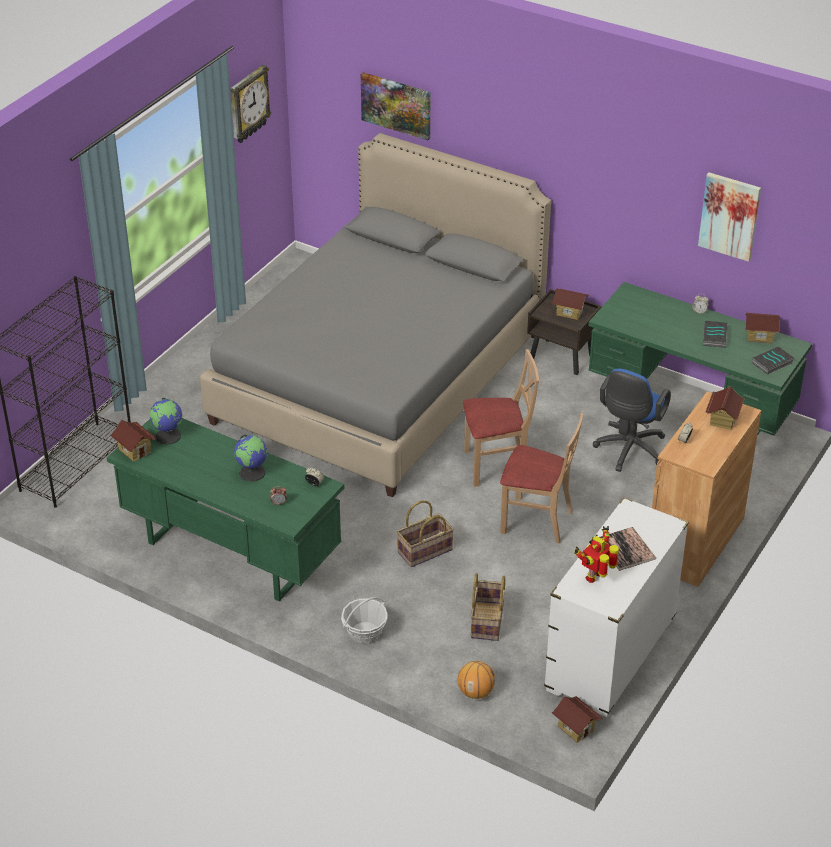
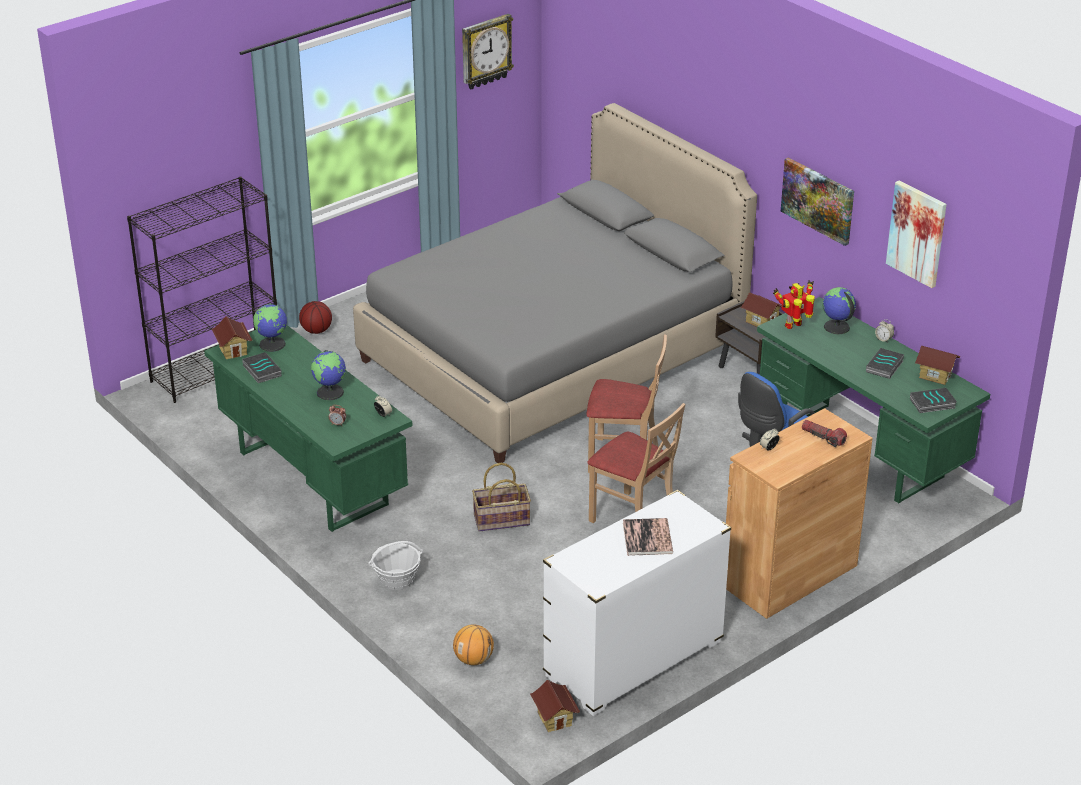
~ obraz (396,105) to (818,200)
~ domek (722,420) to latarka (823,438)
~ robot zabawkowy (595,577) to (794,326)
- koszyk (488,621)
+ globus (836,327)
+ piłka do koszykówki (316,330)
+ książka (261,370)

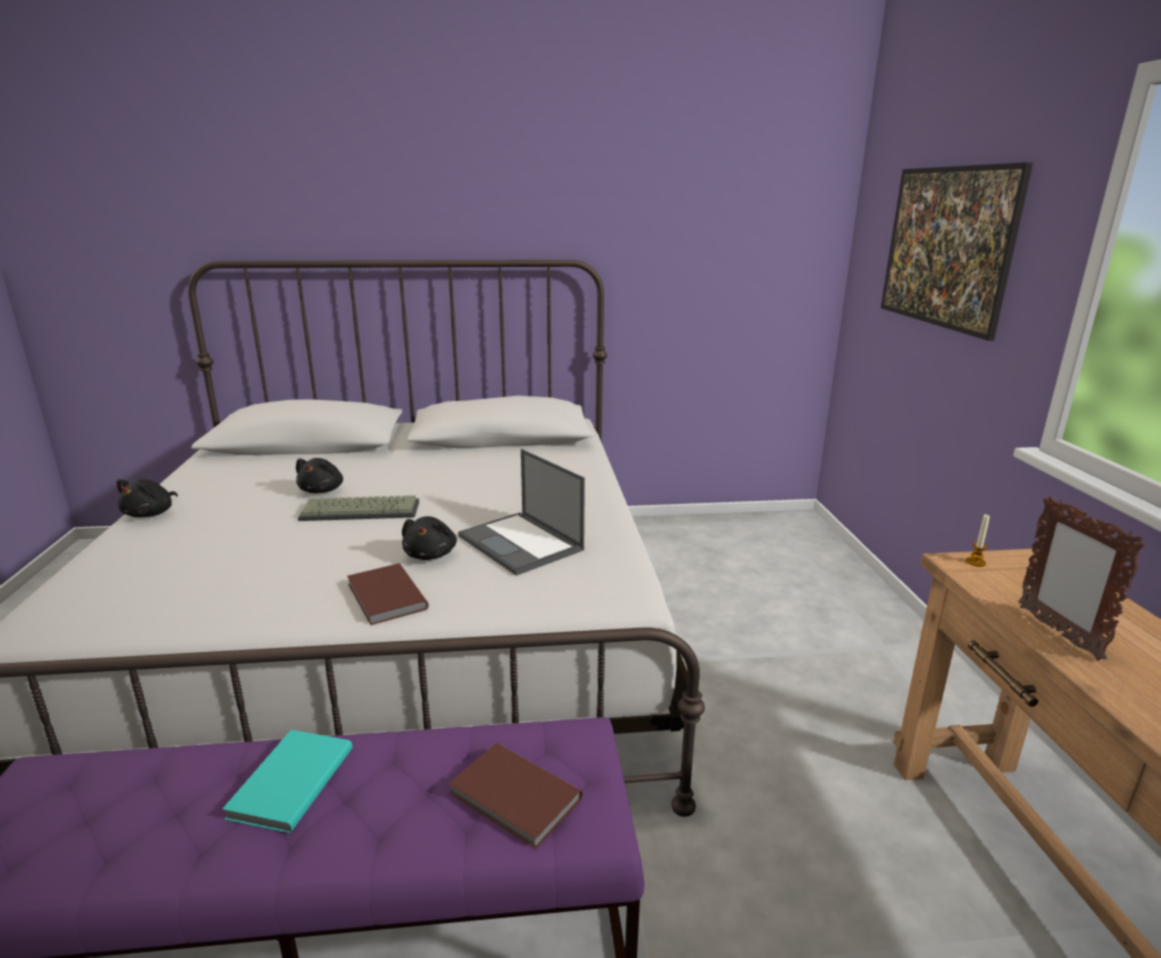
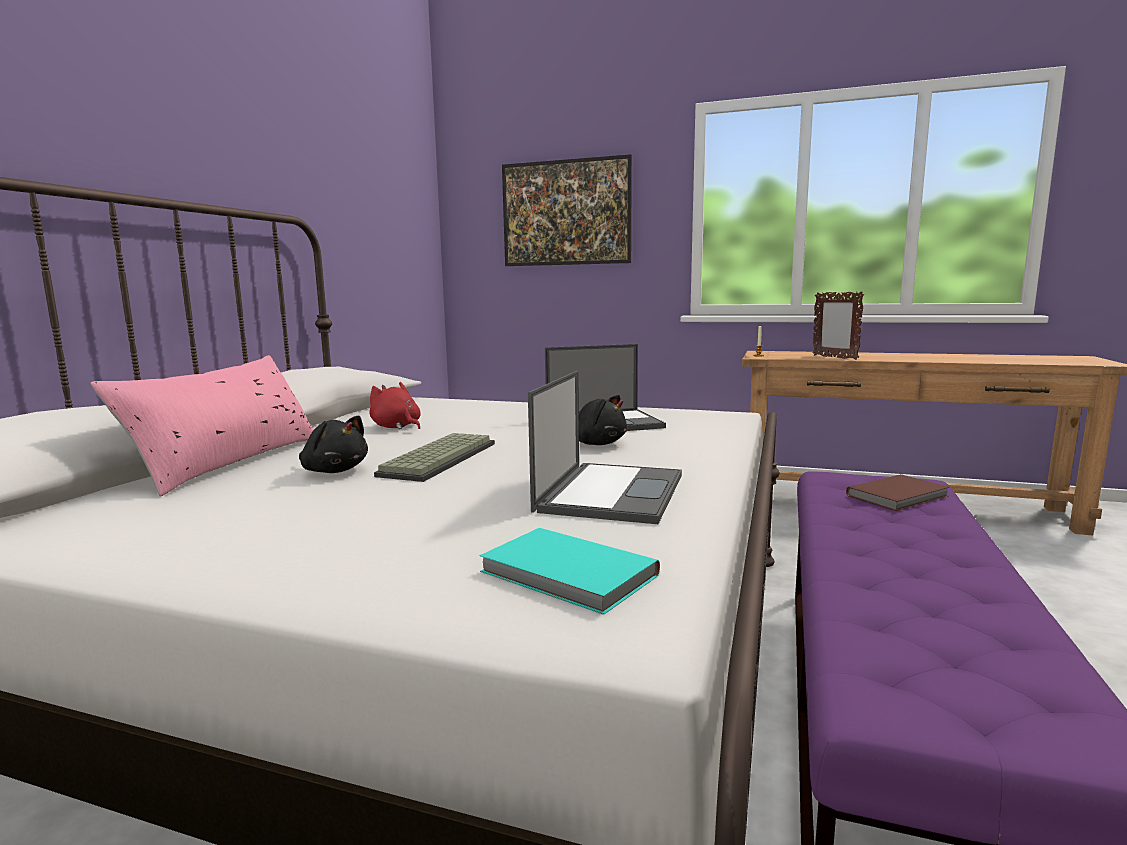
- pluszak/czarny (151,514)
~ ramka na zdjęcie (1057,632) = (834,357) 45 degrees clockwise
- książka/brązowy (385,597)
~ książka/turkusowy (288,783) to (568,575)
+ poduszka/różowy (229,462)
+ laptop (611,492)
+ pluszak/czerwony (397,427)

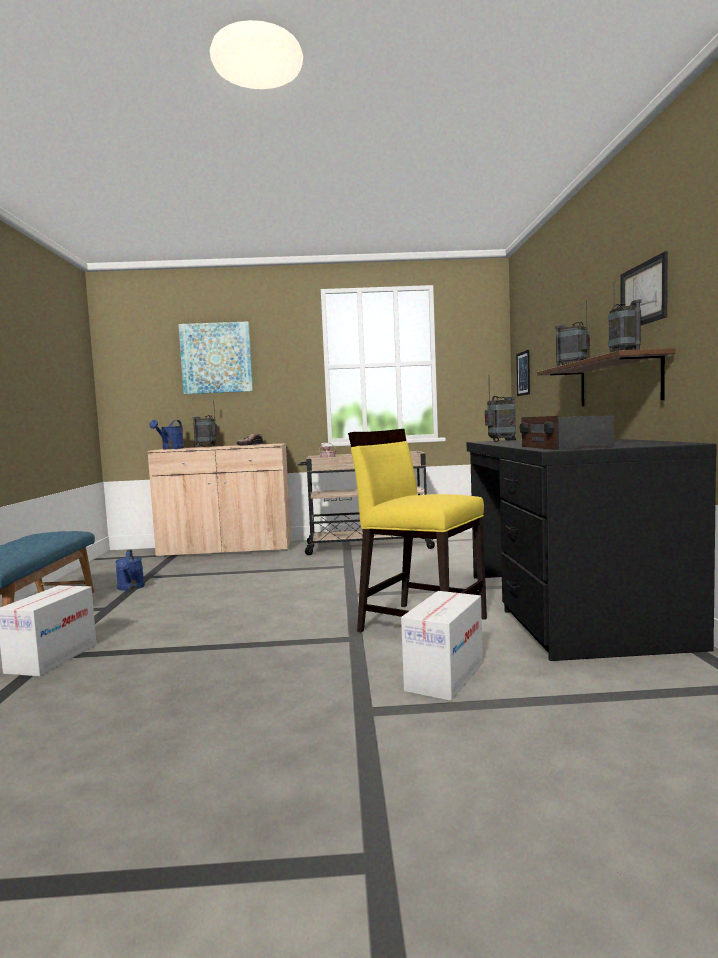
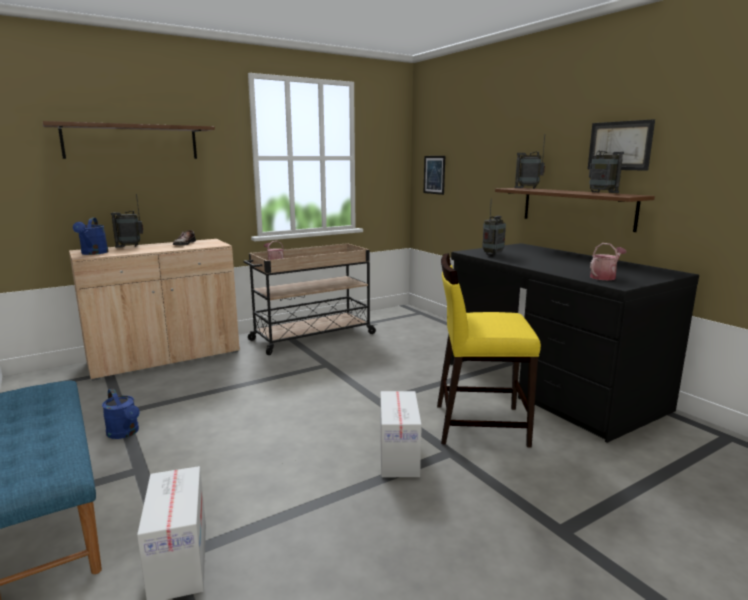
~ obraz (216,358) to półka/brązowy (131,142)
~ radio (564,446) to konewka (604,277)
~ karton (445,677) to (399,456)

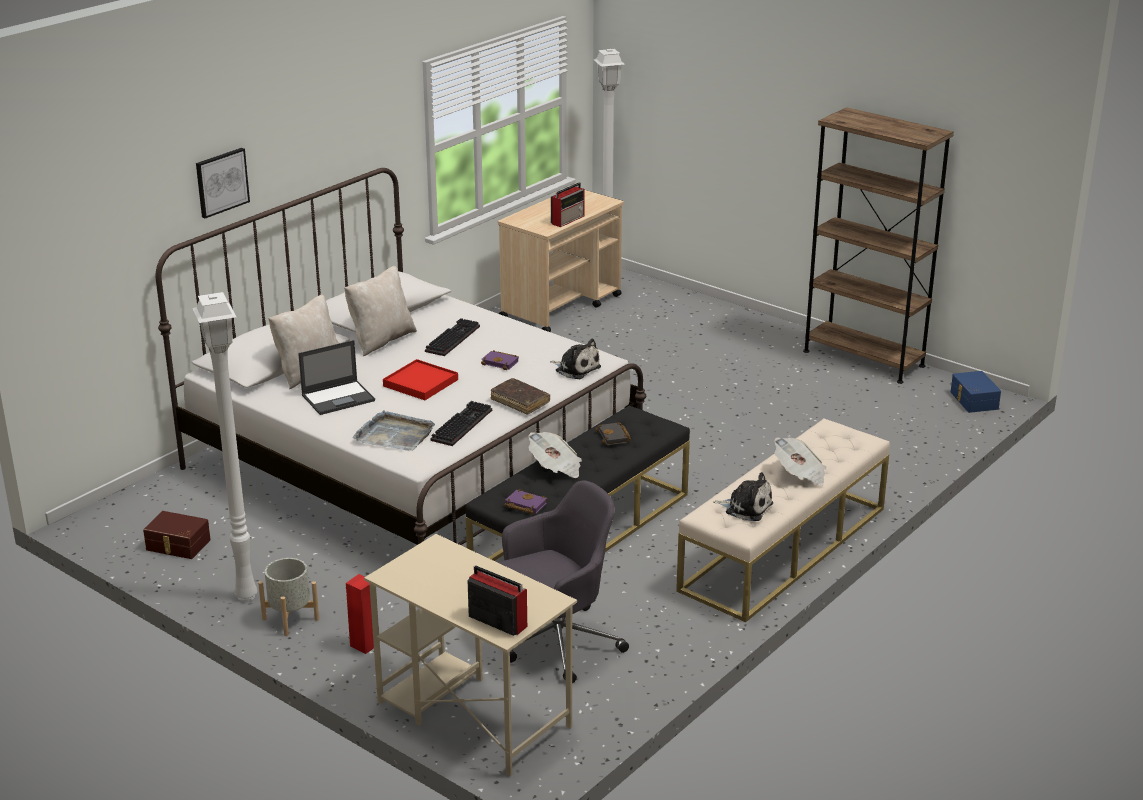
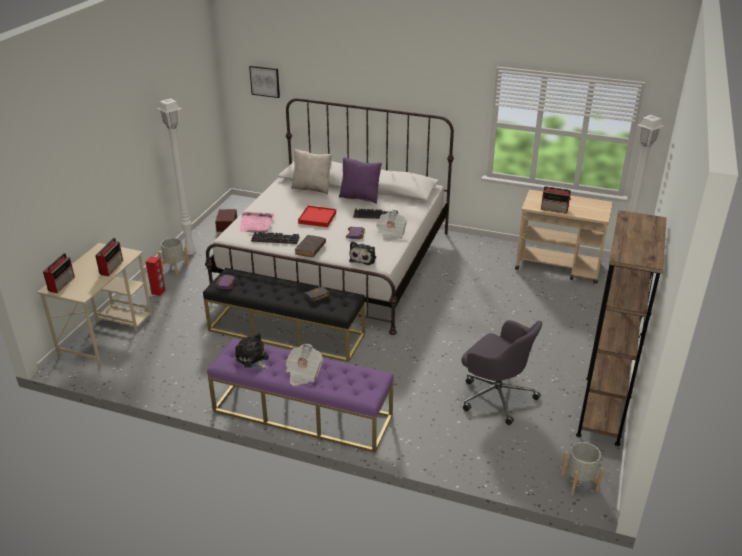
~ obraz (221,182) to (265,81)
~ poduszka/beżowy (381,340) to poduszka/fioletowy (360,197)
- laptop (339,398)
~ pojemnik do przechowywania/niebieski (973,400) to donica/szary (579,482)
~ taca/szary (395,435) to taca/różowy (256,224)
~ ławka/beżowy (784,549) to ławka/fioletowy (302,413)
~ gazeta (556,468) to (391,234)
~ pluszak (746,507) = (253,359) 135 degrees clockwise
~ krzesło biurowe/szary (555,643) to (496,395)
+ radio (112,267)

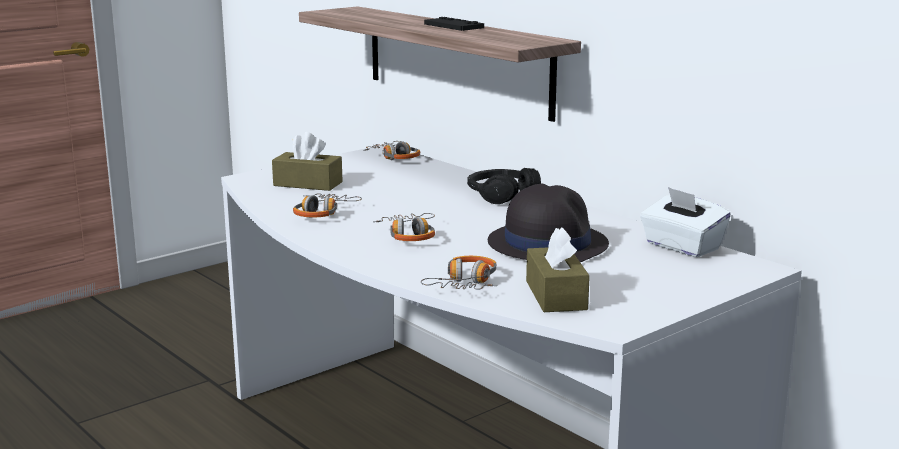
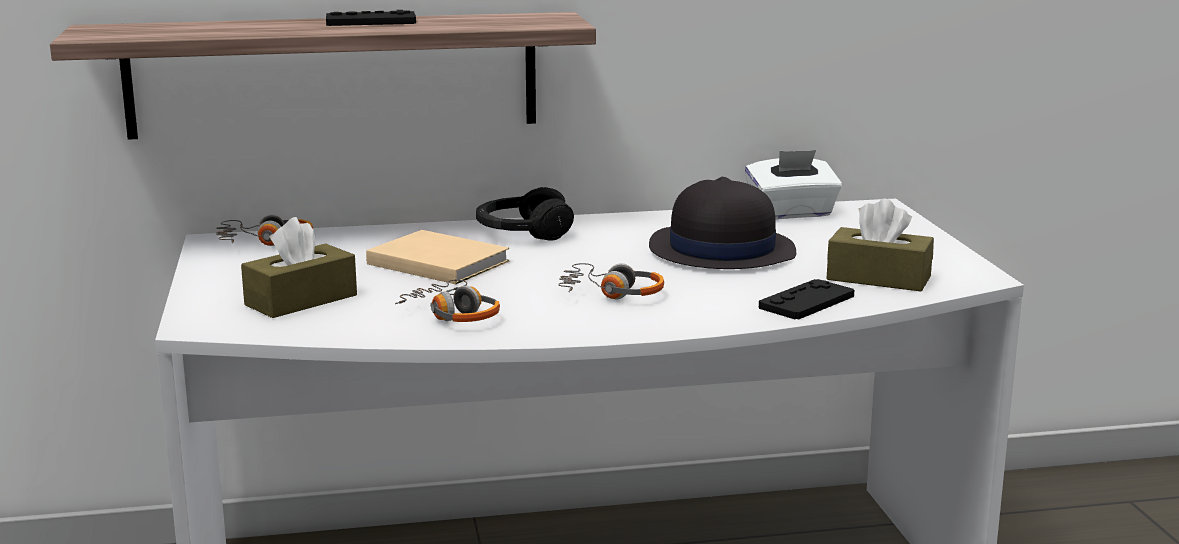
~ słuchawki (465,284) to pad do gier/czarny (806,302)
+ książka/beżowy (436,262)

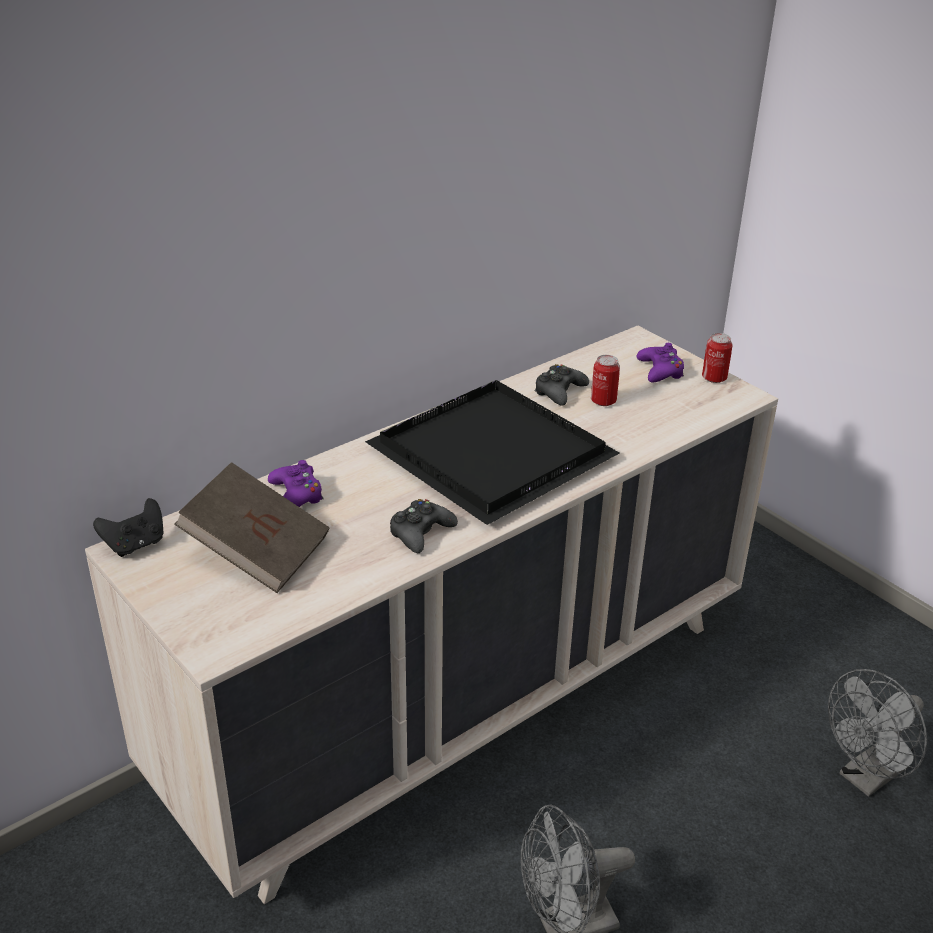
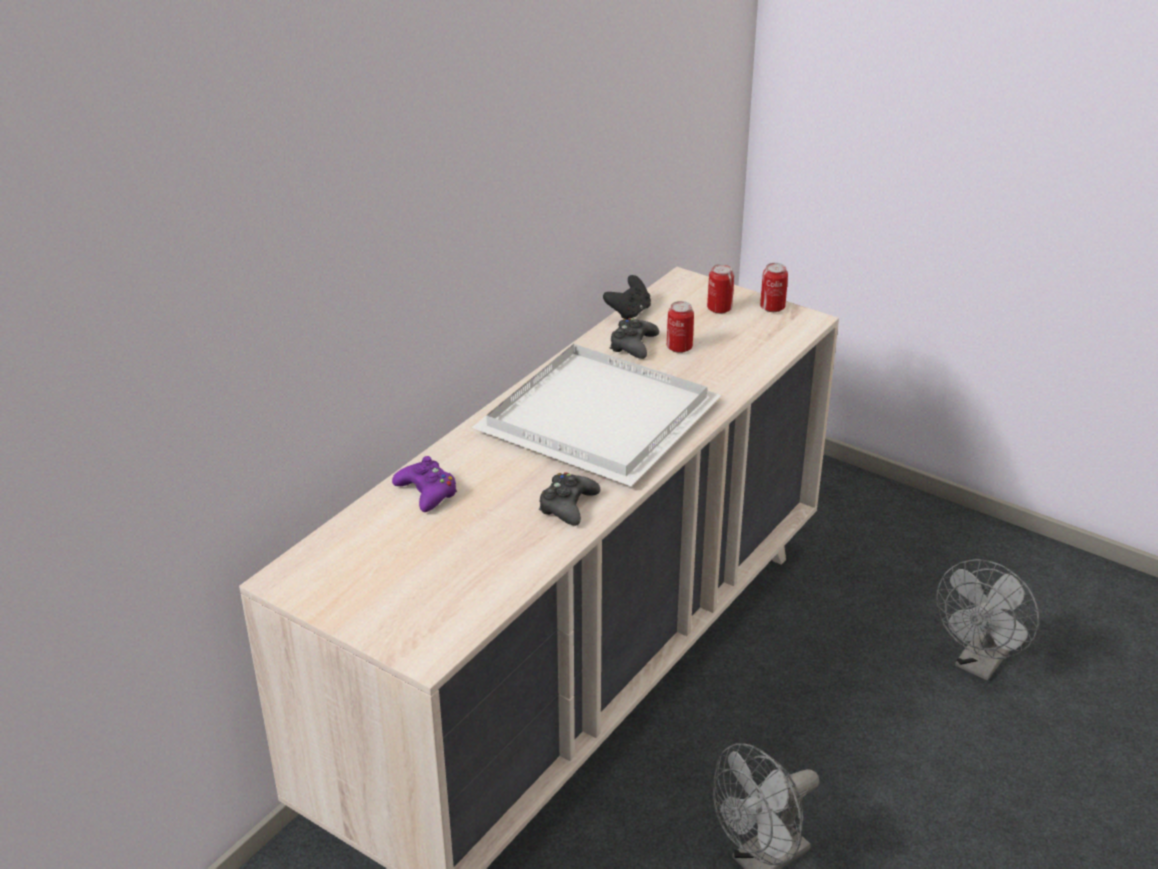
~ pad do gier/fioletowy (660,371) to puszka (719,309)
~ taca/czarny (491,457) to taca/biały (599,421)
- książka/brązowy (257,551)
~ pad do gier/czarny (135,545) to (629,313)

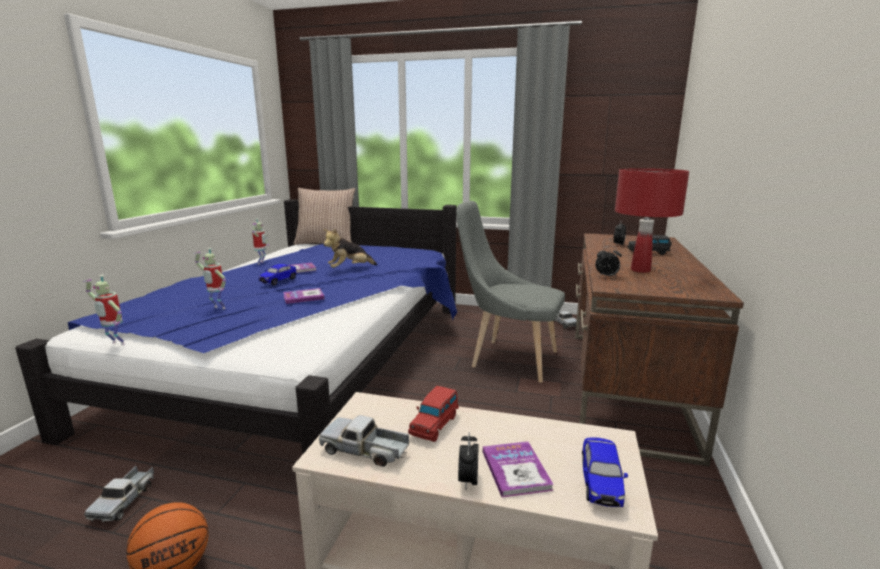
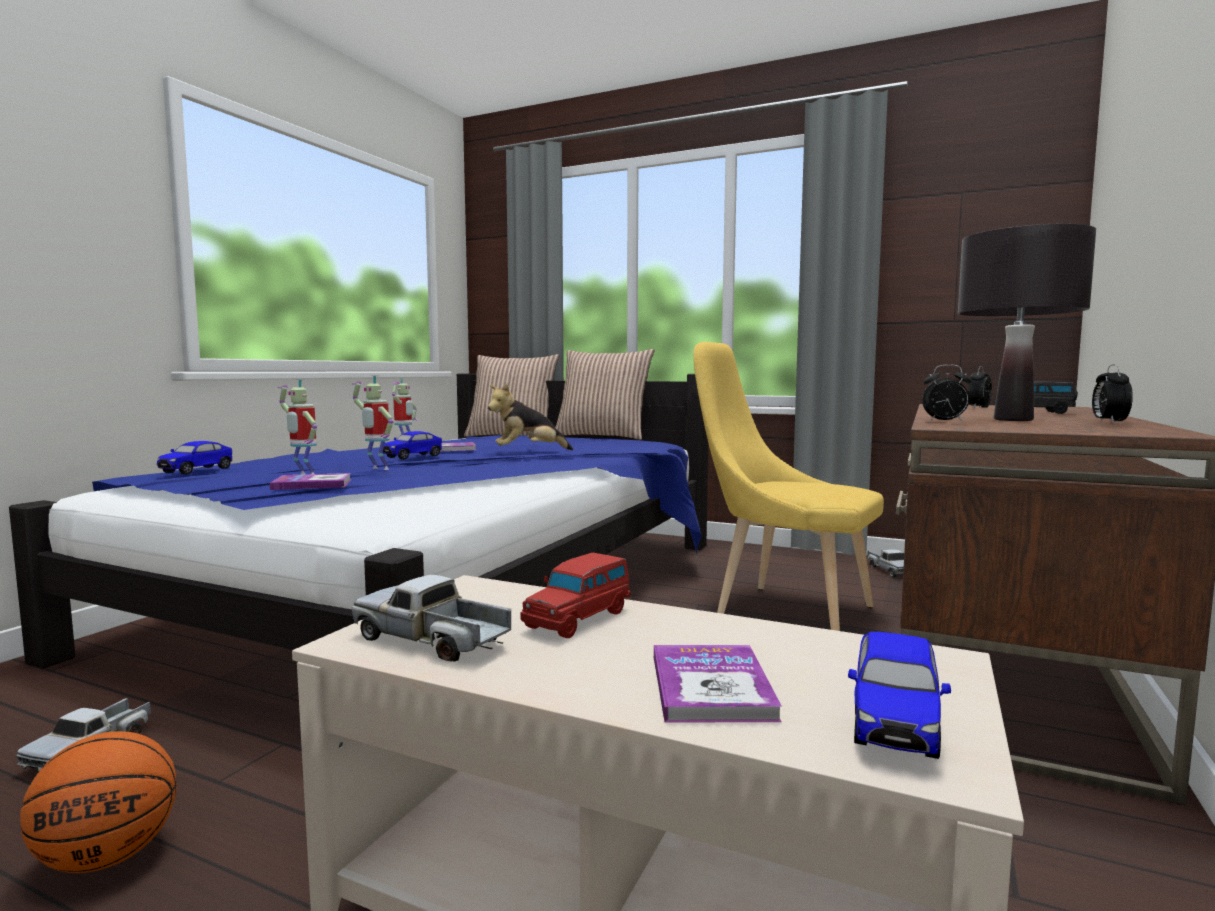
~ lampa stołowa/czerwony (640,270) to lampa stołowa/czarny (1013,420)
~ krzesło/szary (508,359) to krzesło/żółty (783,611)
~ robot zabawkowy (115,344) to (377,469)
~ książka (303,297) to (312,484)
~ budzik (468,481) to (1108,422)
+ poduszka (602,436)
+ samochodzik (196,470)

